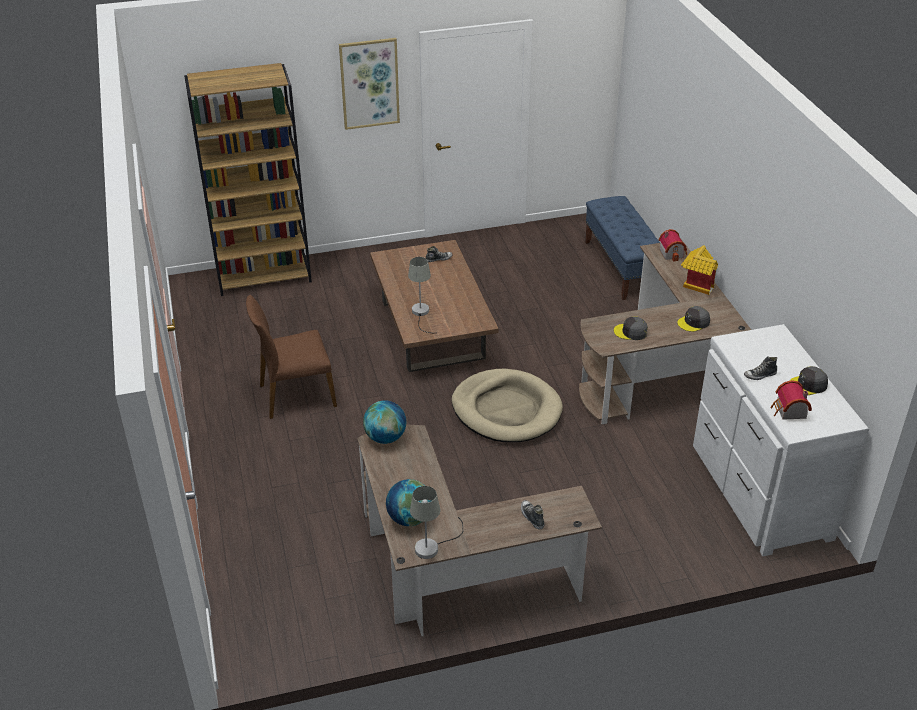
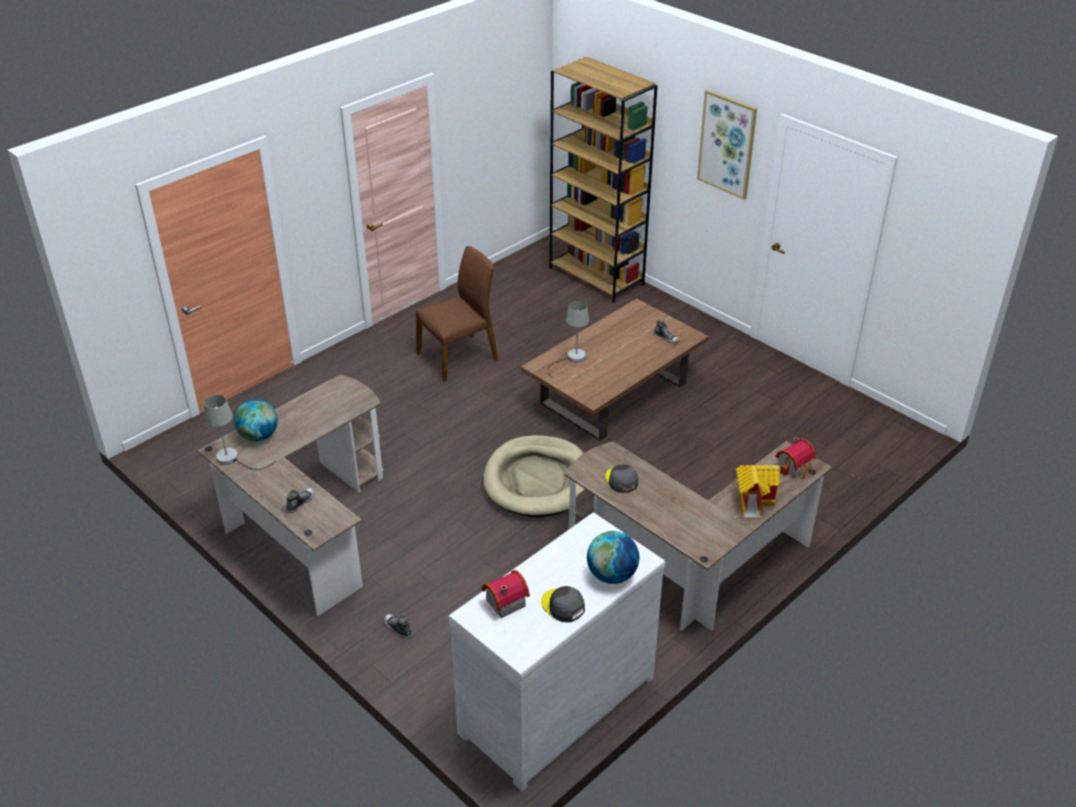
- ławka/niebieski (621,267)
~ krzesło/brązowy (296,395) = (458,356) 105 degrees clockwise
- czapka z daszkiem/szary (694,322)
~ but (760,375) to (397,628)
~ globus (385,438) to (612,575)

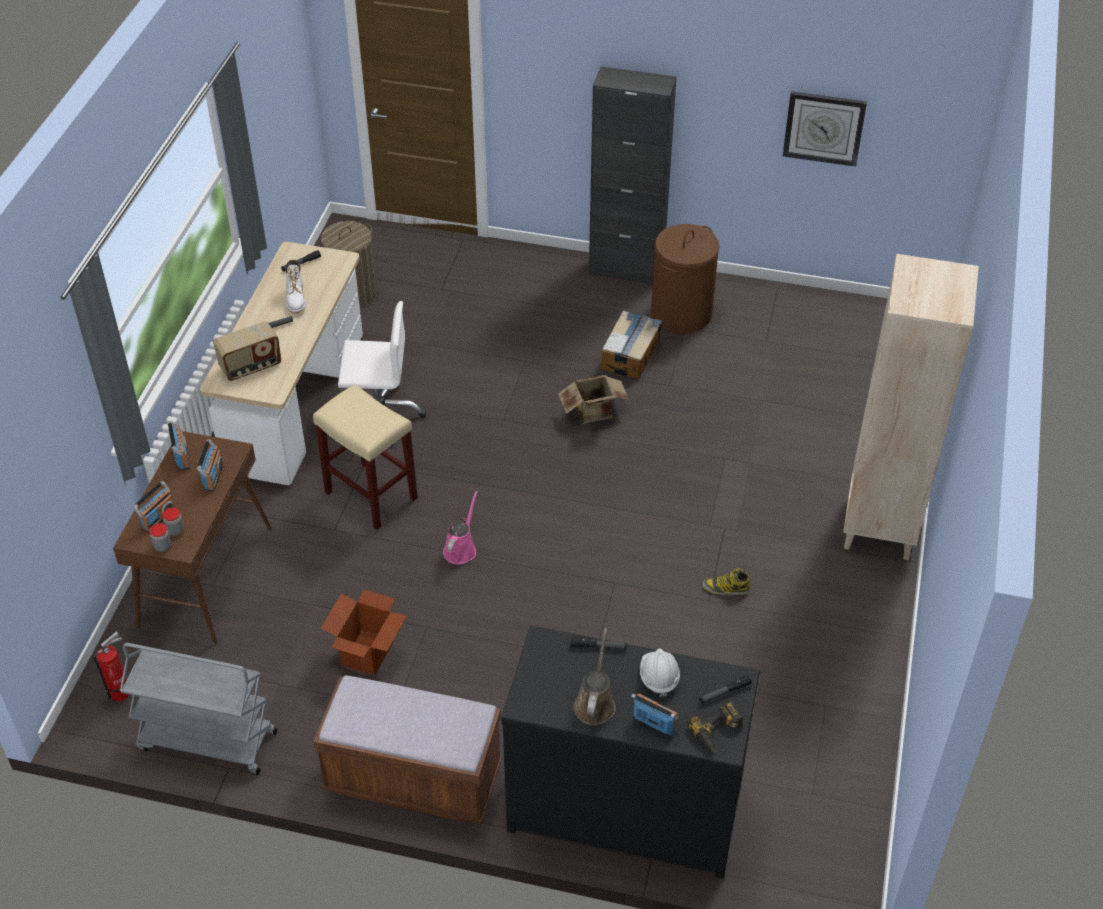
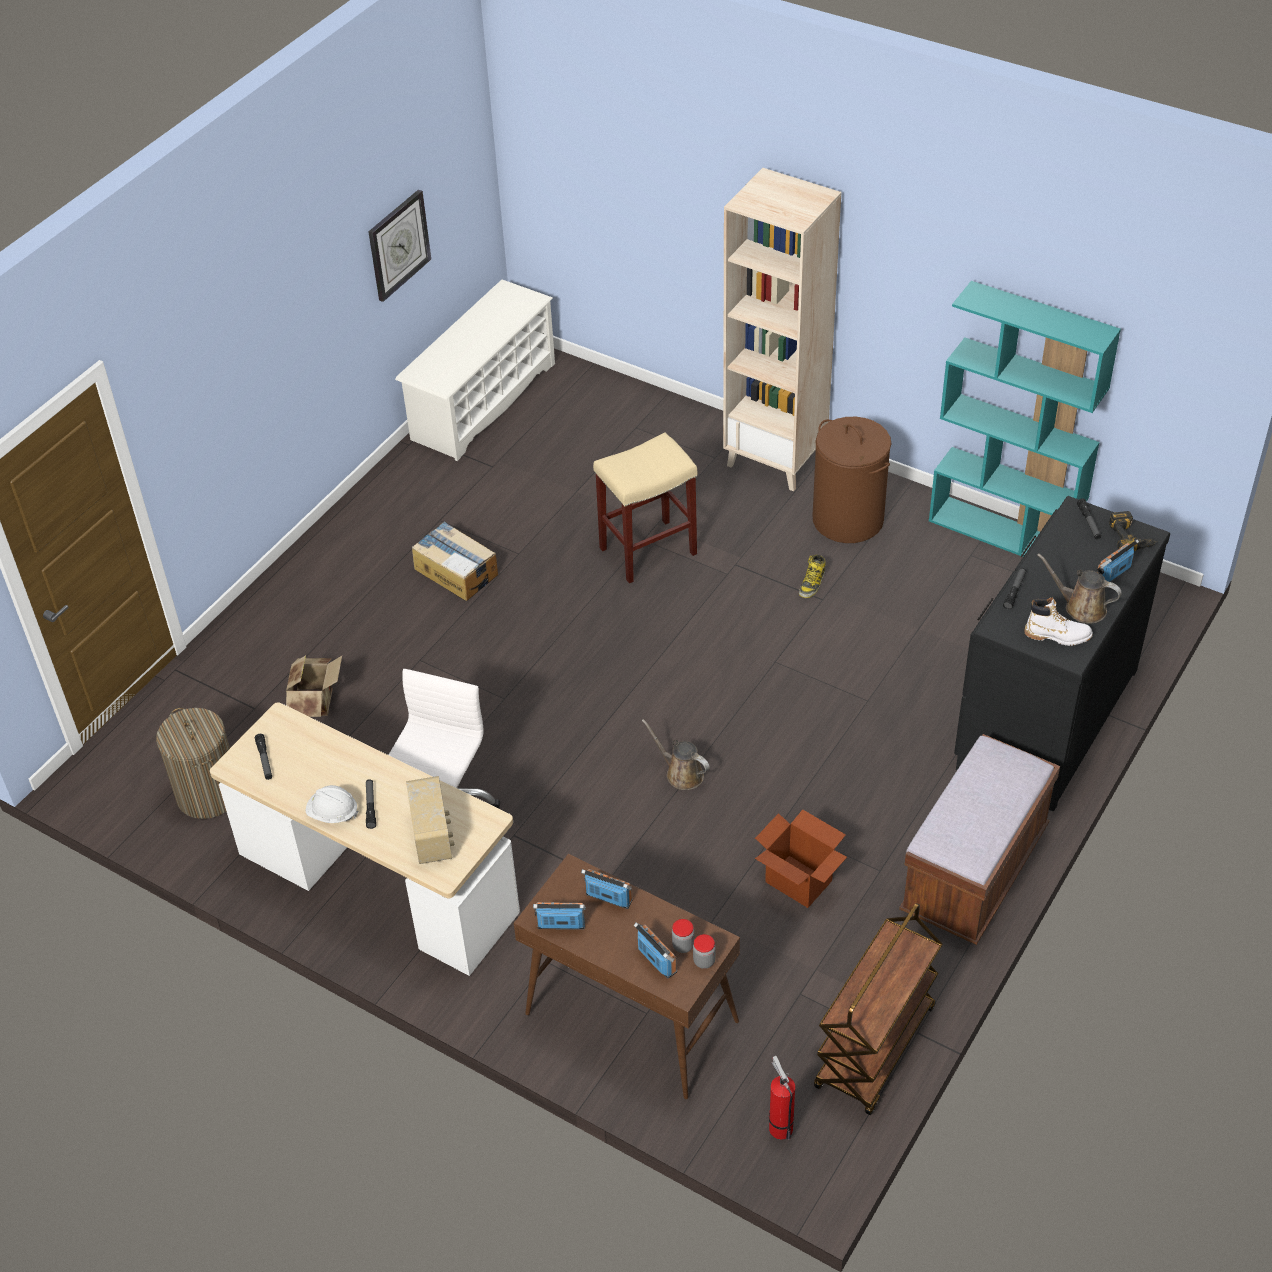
- szafka/czarny (626,270)
~ kosz na pranie/brązowy (681,314) to (848,519)
~ but z cholewką/biały (296,299) to (1057,635)
~ karton (595,413) to (317,702)
~ stołek/beżowy (372,495) to (649,550)
~ konewka/różowy (461,549) to konewka/brązowy (681,773)
~ wózek/szary (206,741) to wózek/brązowy (875,1049)
~ kask/biały (659,678) to (333,813)
+ regał na buty/biały (483,401)
+ regał/turkusowy (1004,533)

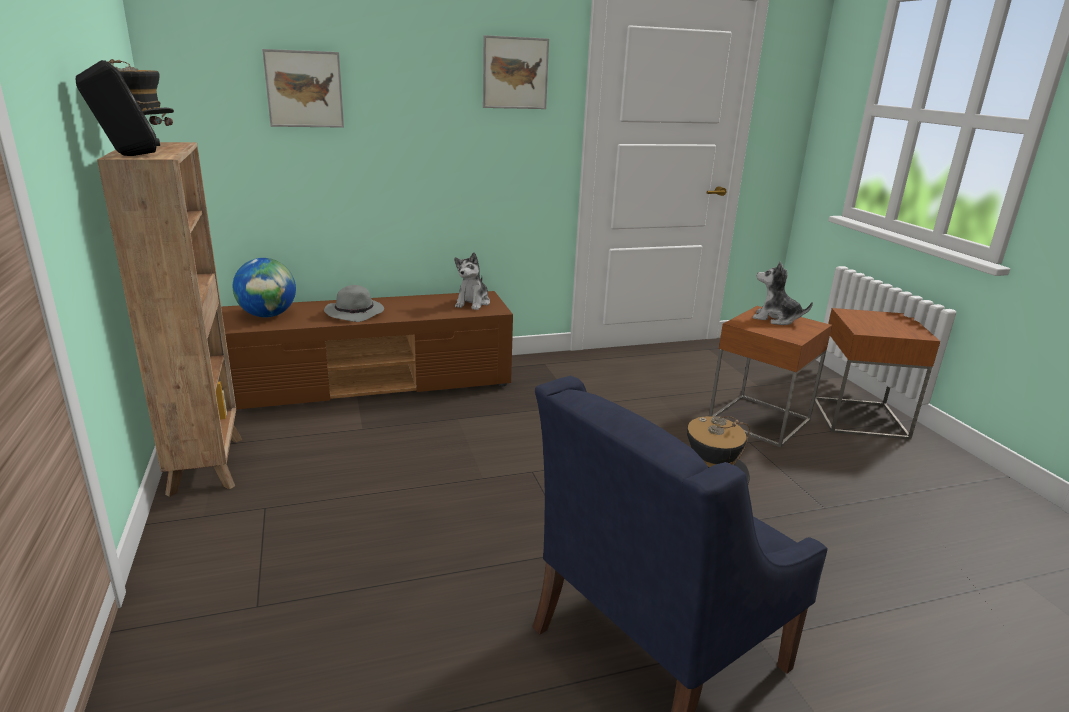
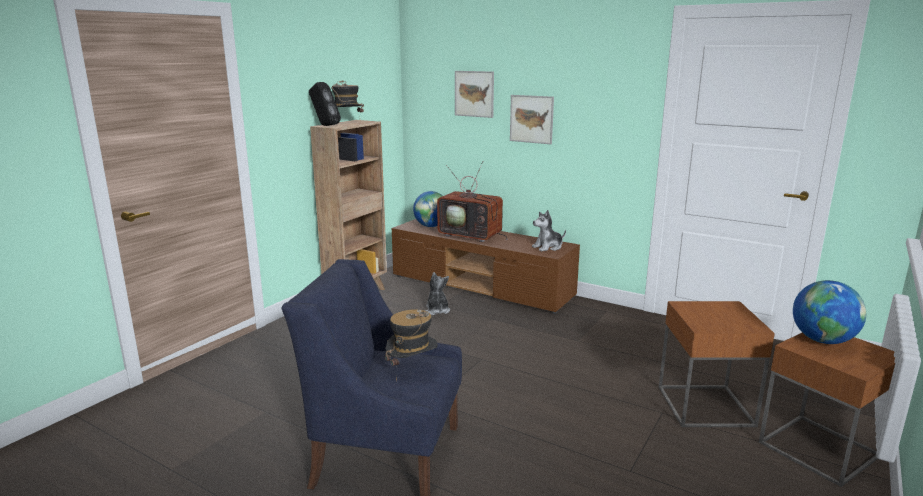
~ obraz (515,73) to (531,119)
~ pluszak (775,319) to (437,310)
~ kapelusz/szary (355,313) to telewizor (472,235)
+ globus (822,340)

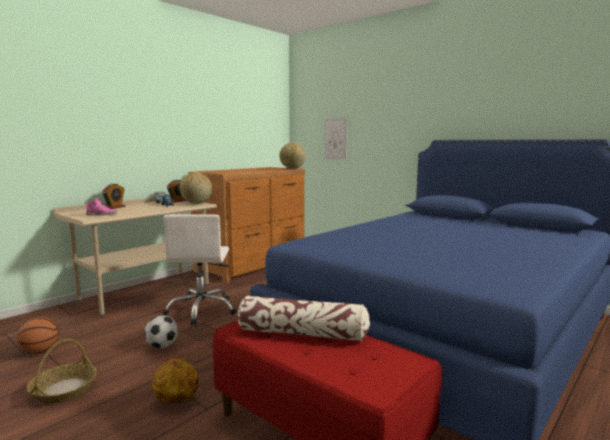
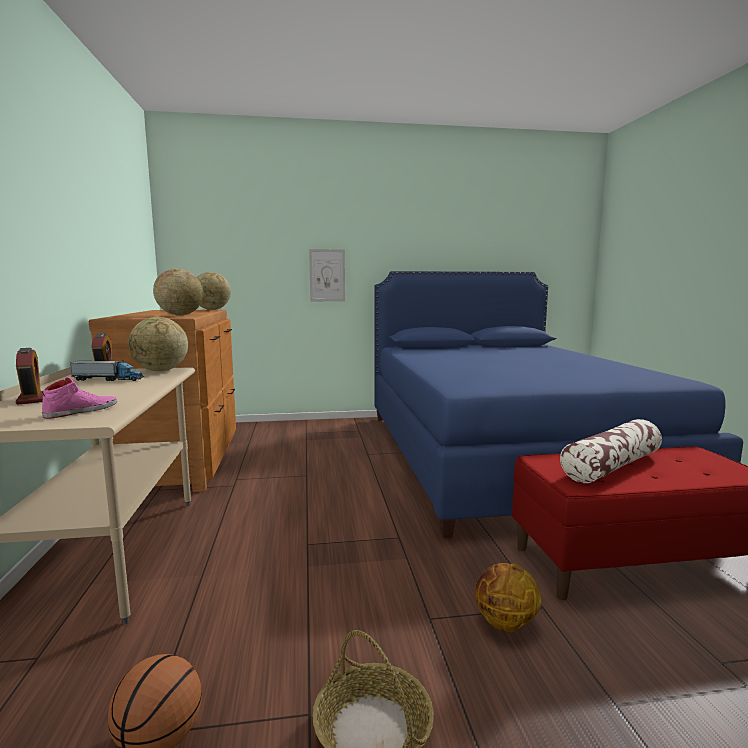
~ obraz (335,138) to (327,275)
- krzesło biurowe/biały (202,310)
- piłka futbolowa (162,346)
+ globus (180,315)

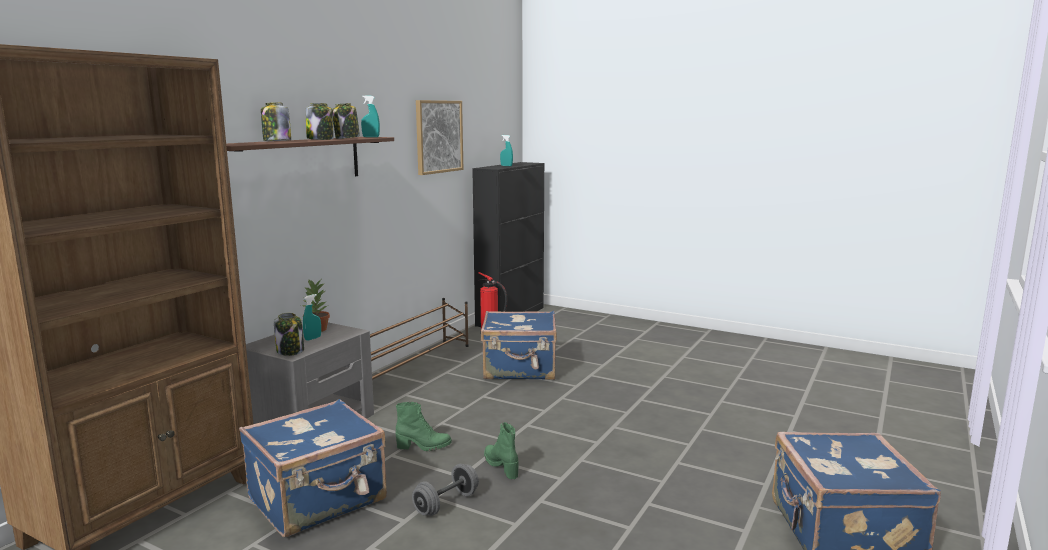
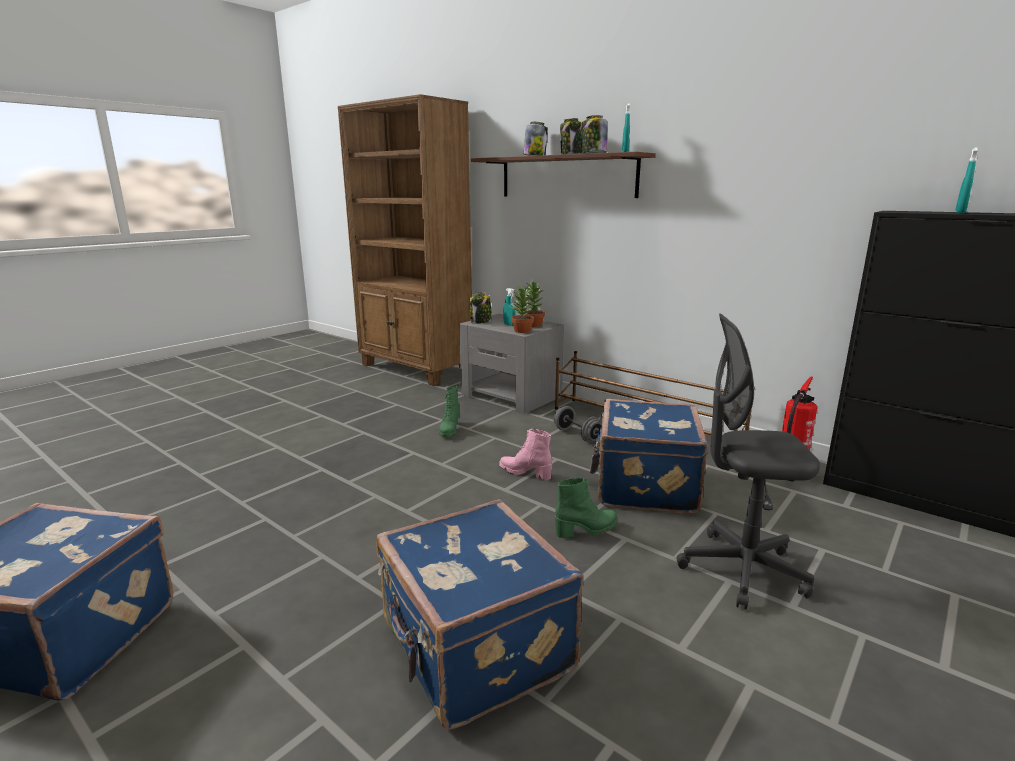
- obraz (438,136)
~ walizka/niebieski (319,500) to (474,649)
~ but z cholewką/zielony (502,466) to (587,530)
~ hantel/szary (446,504) to (577,435)
+ roślina doniczkowa (522,331)
+ krzesło biurowe/szary (742,570)
+ but z cholewką/różowy (525,473)

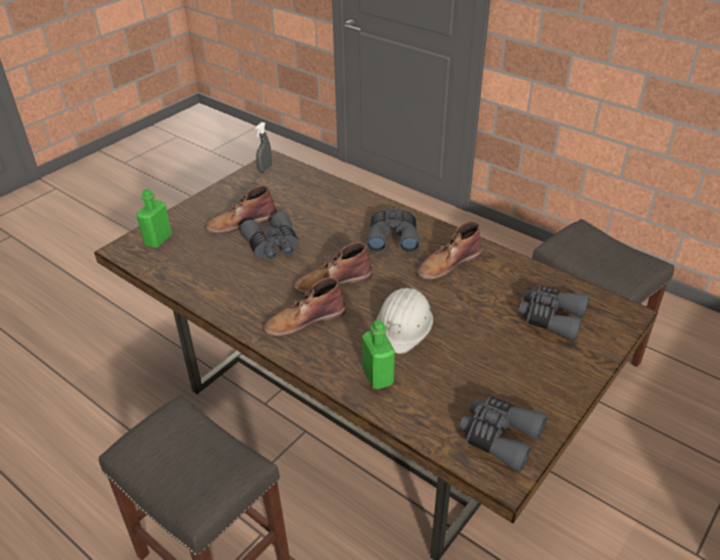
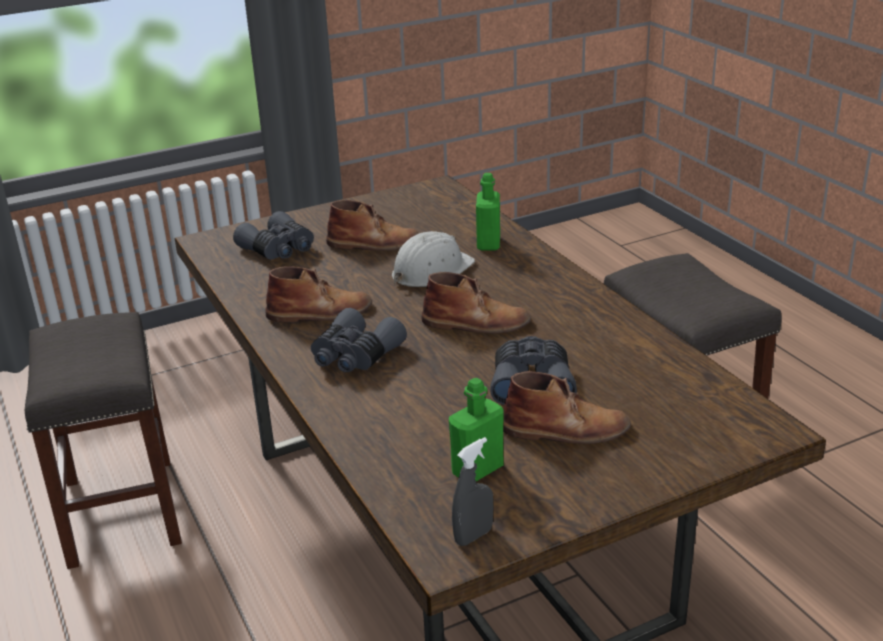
~ butelka/zielony (158,240) to (477,470)
~ but z cholewką/brązowy (304,320) to (374,243)
- lornetka/szary (499,437)

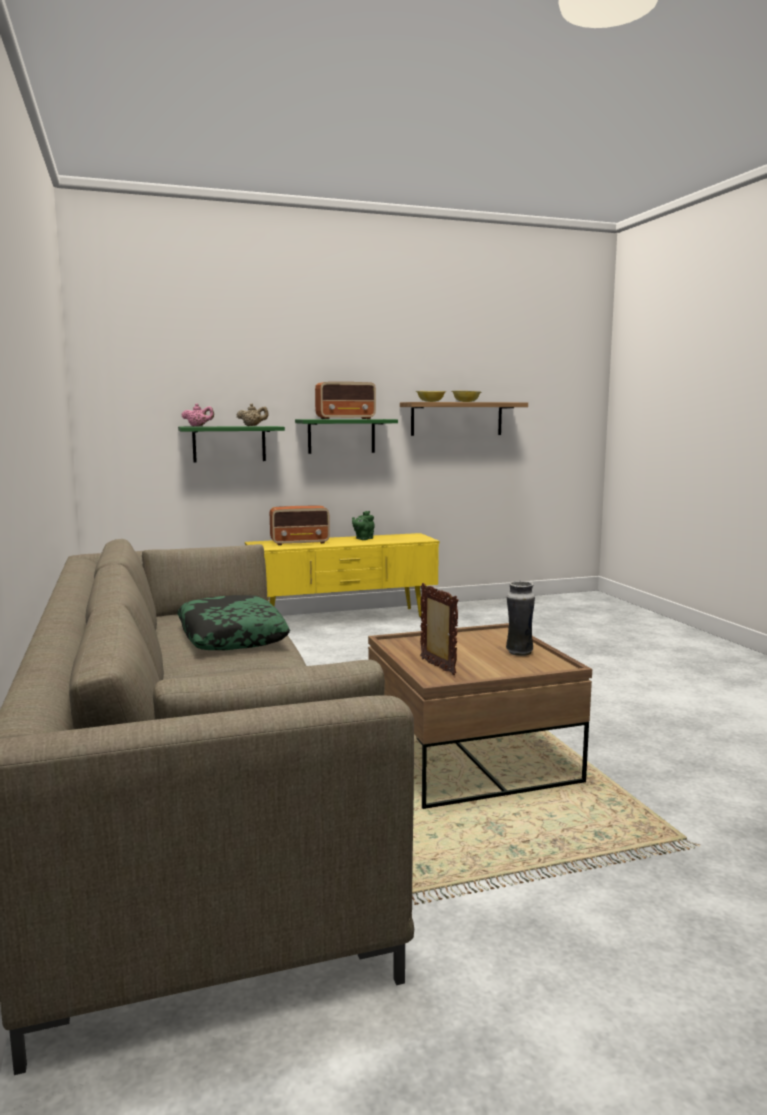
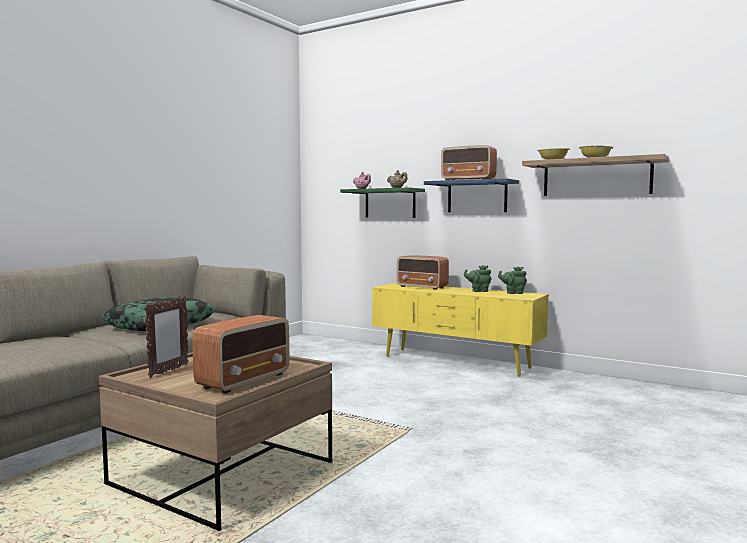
~ półka/zielony (341,436) to półka/niebieski (477,196)
~ wazon (519,652) to radio (245,380)
+ imbryk/zielony (513,293)

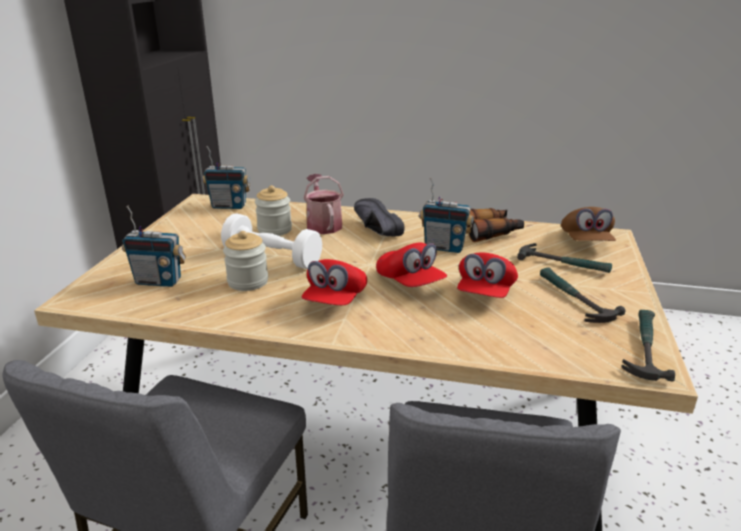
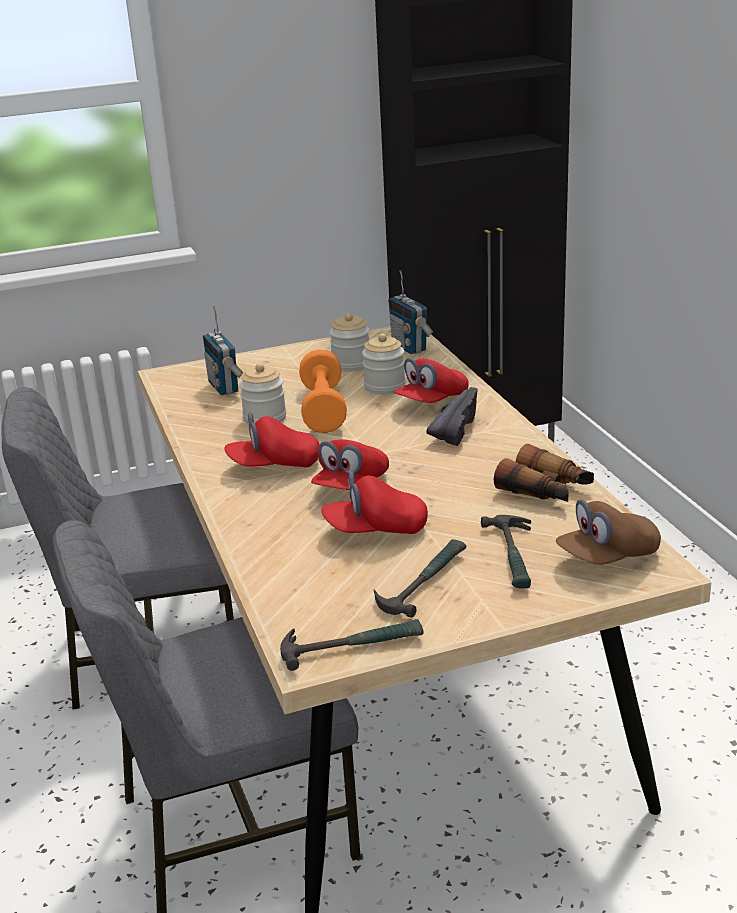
~ konewka (323,224) to czapka z daszkiem/czerwony (431,401)
- radio (444,247)
~ hantel/biały (272,257) to hantel/pomarańczowy (323,409)
+ słoik (351,364)

